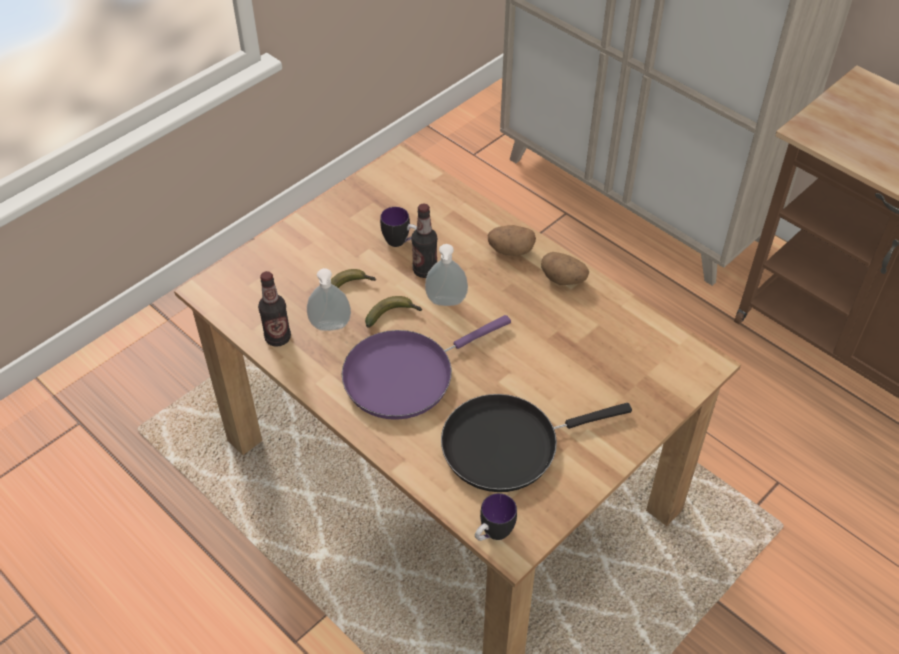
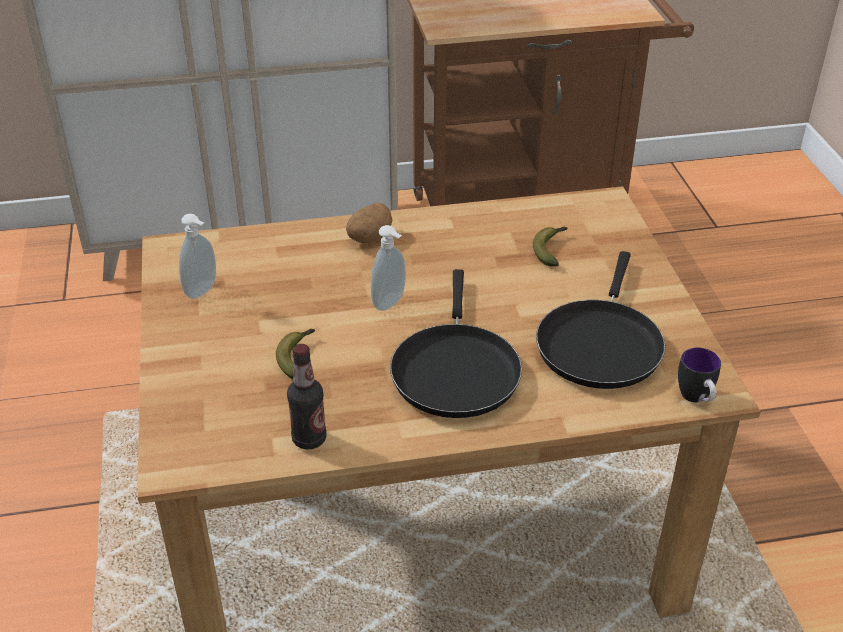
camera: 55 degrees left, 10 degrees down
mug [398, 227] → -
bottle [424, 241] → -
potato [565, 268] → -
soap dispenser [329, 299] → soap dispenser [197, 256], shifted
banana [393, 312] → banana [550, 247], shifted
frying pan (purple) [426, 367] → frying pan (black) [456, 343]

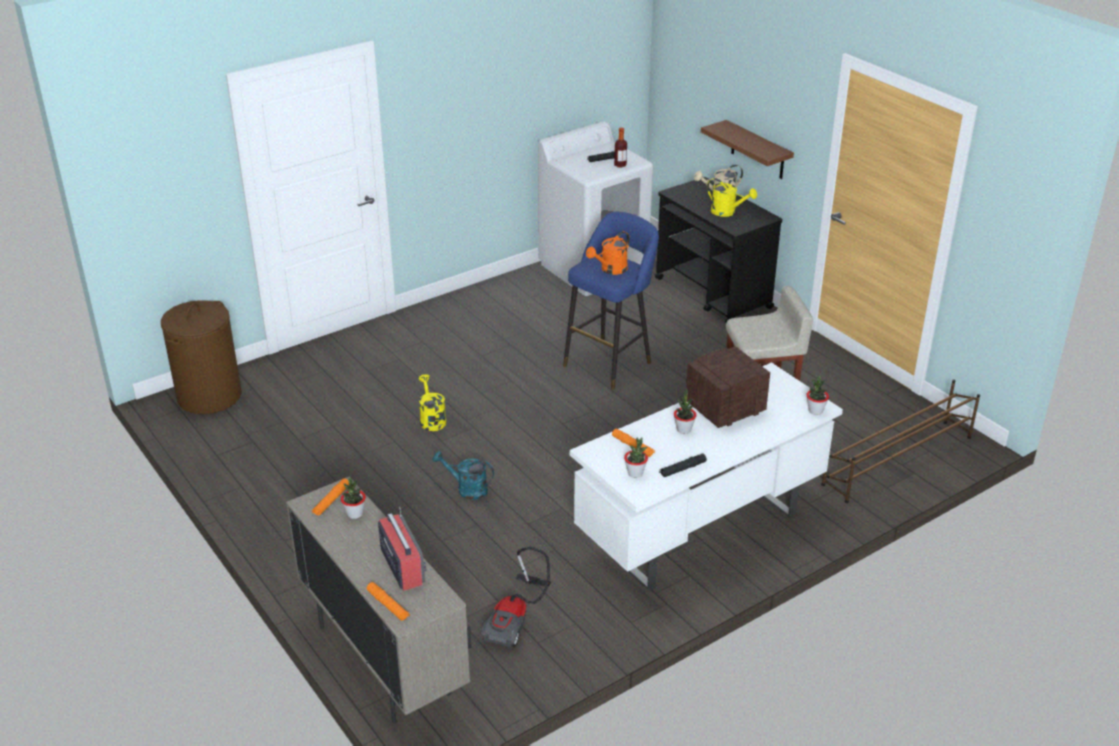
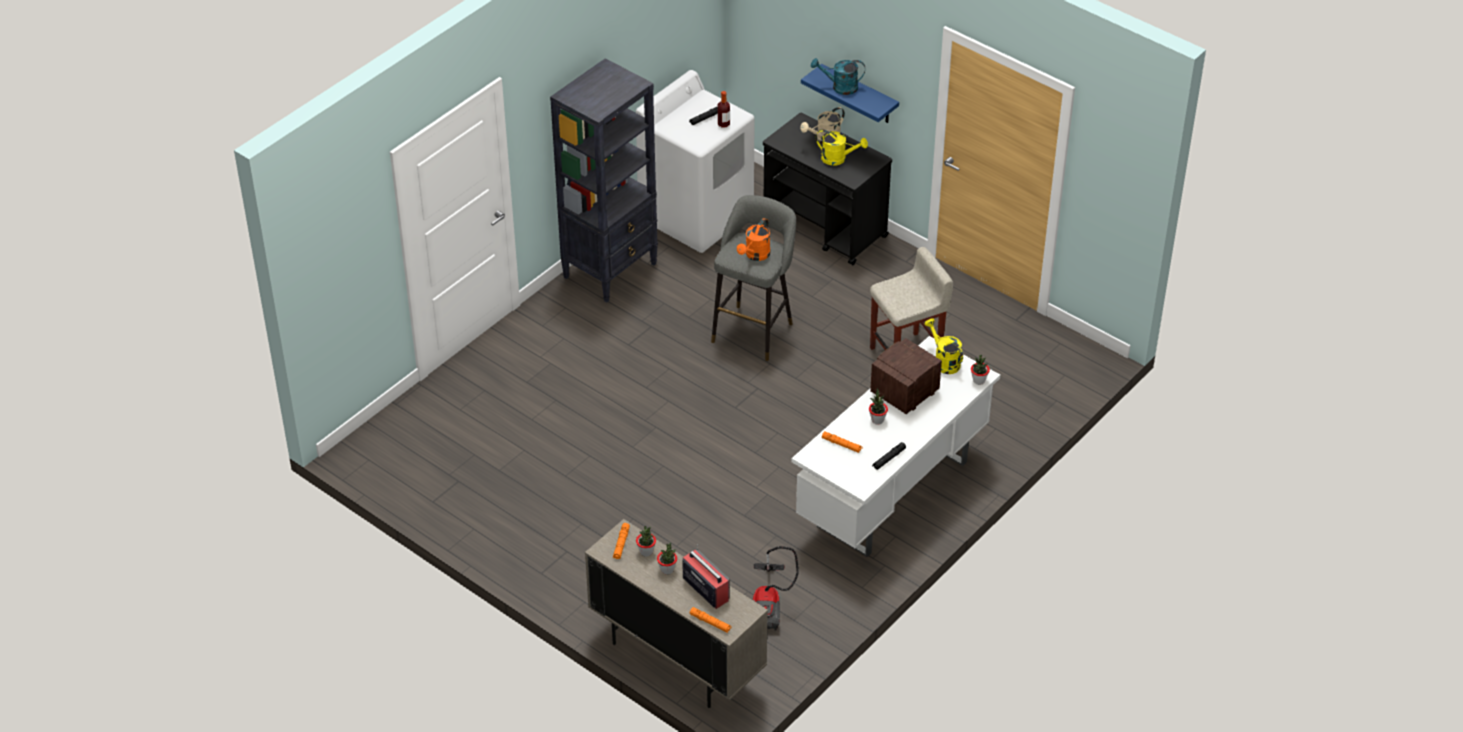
camera: 15 degrees left, 10 degrees up
laundry basket (brown) [201, 357] → -
shoe rack (brown) [900, 441] → -
- → bookcase (black) [604, 180]
watering can (yellow) [432, 402] → watering can (yellow) [943, 346], shifted
watering can (turquoise) [463, 475] → watering can (turquoise) [838, 76], shifted
potted plant [636, 457] → potted plant [667, 558], shifted
stool (blue) [611, 301] → stool (grey) [753, 278]
shelf (brown) [747, 149] → shelf (blue) [850, 93]

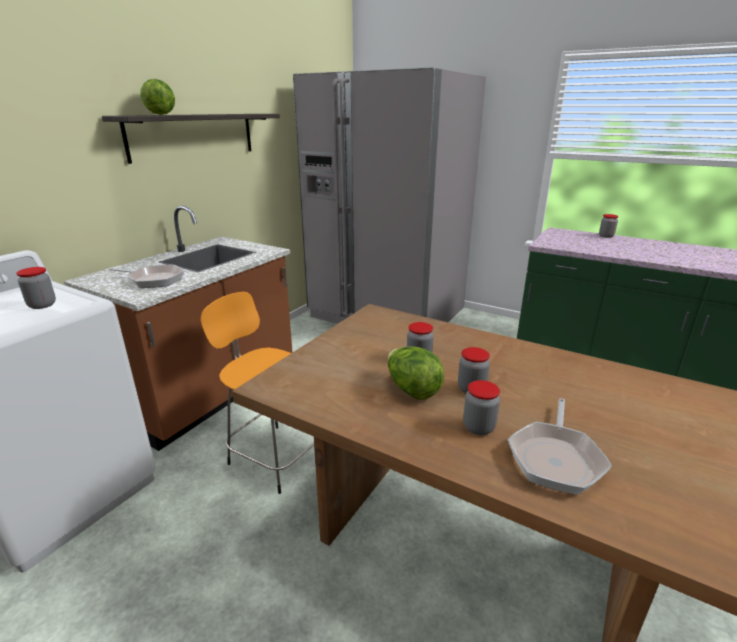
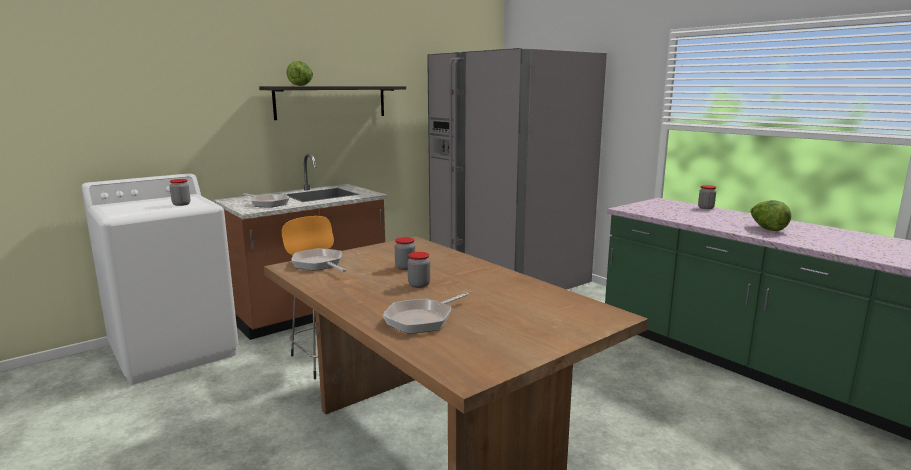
camera: 20 degrees right, 10 degrees down
jar [481, 407] → -
- → frying pan [318, 260]
lettuce [416, 373] → lettuce [770, 215], shifted

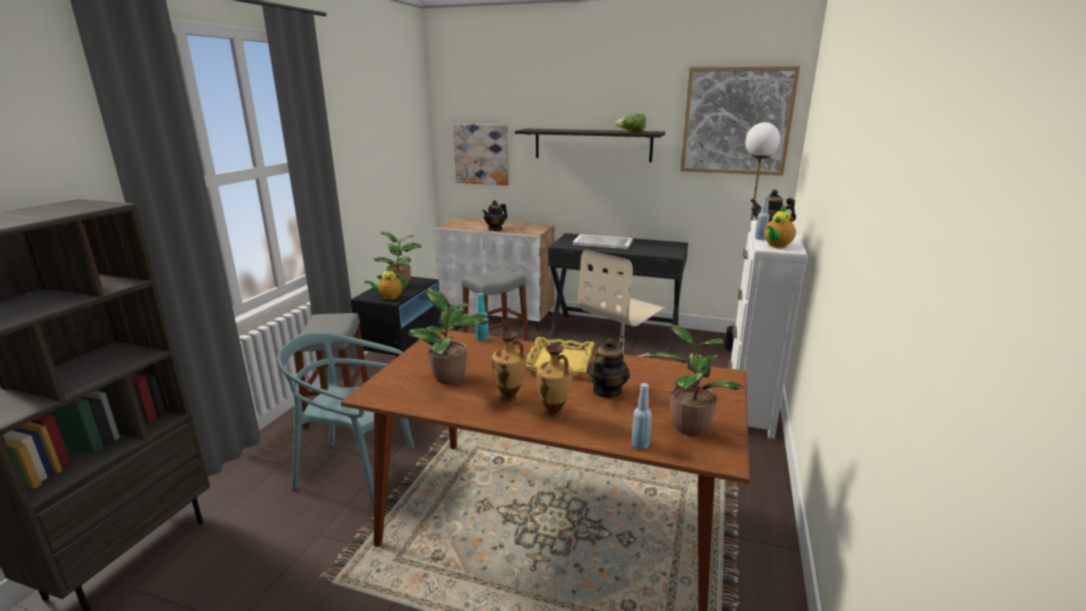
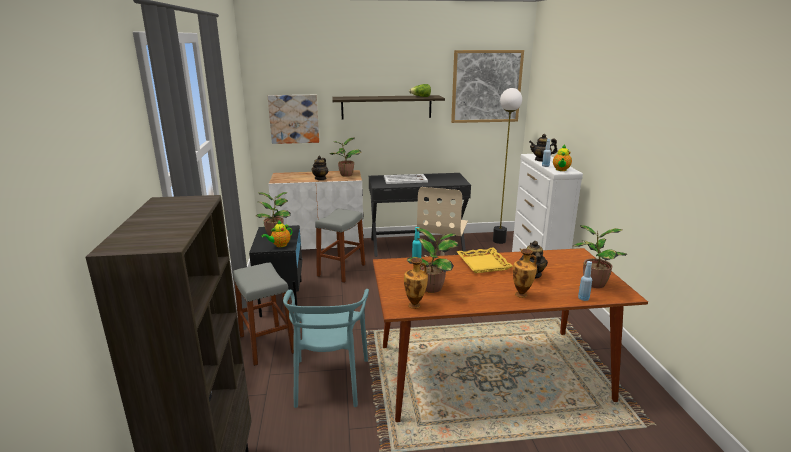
camera: 25 degrees left, 0 degrees up
- → potted plant [345, 157]
vase [509, 367] → vase [416, 283], shifted
chair (turquoise) [346, 419] → chair (turquoise) [326, 348], 75 degrees counterclockwise

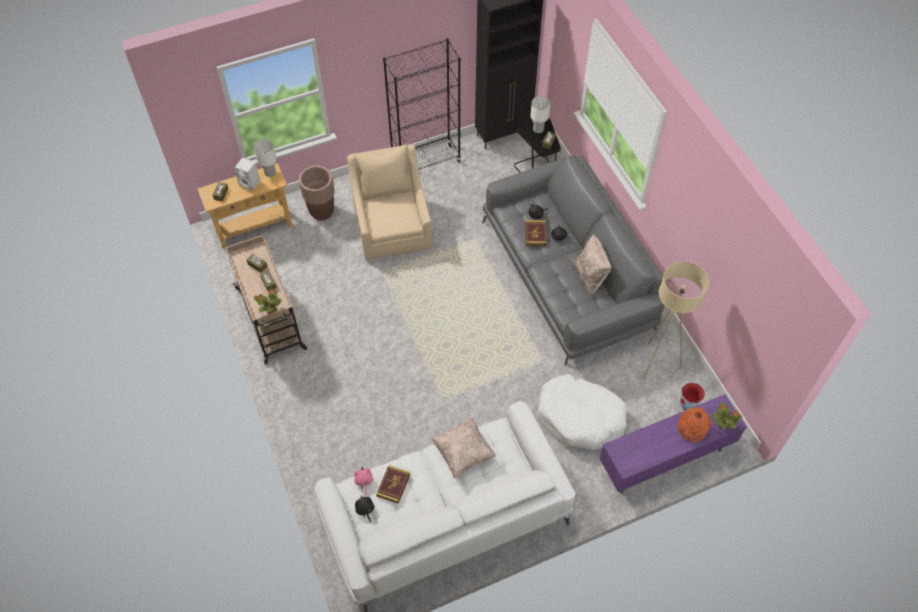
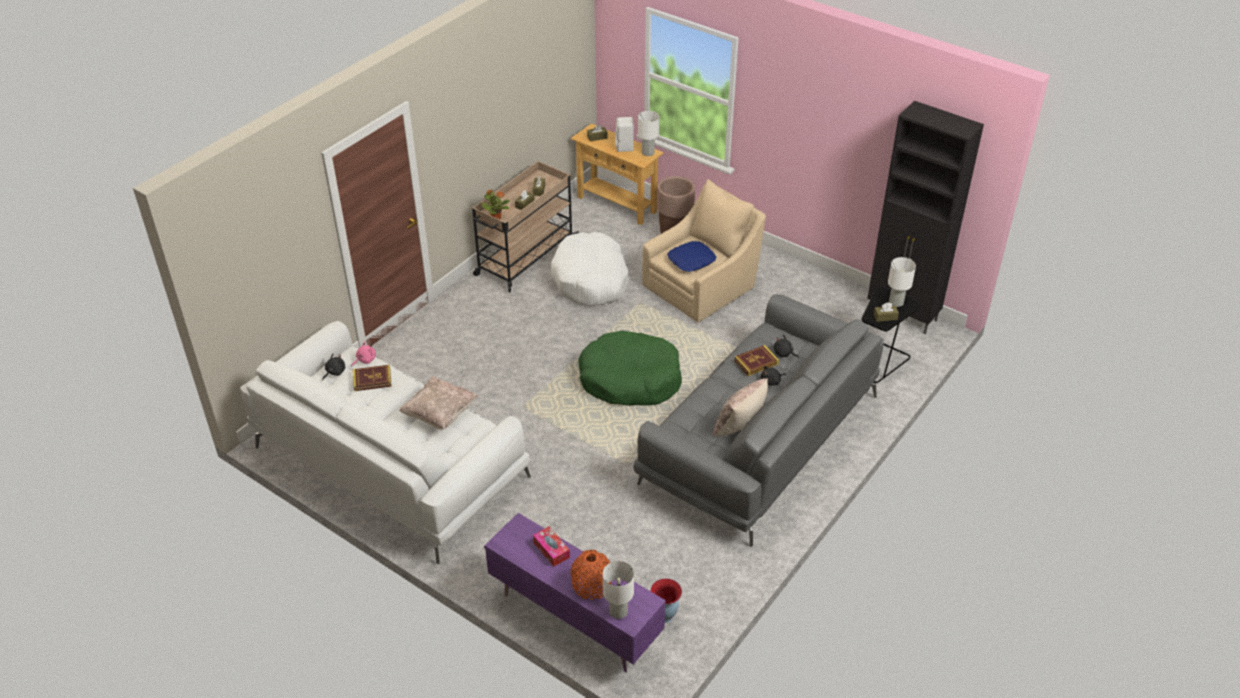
camera: 60 degrees right, 15 degrees down
bookcase (black) [422, 104] → -
floor lamp (beige) [676, 321] → -
- → tissue box [551, 547]
- → dog bed (green) [630, 368]
- → pillow (blue) [691, 256]
dog bed (white) [583, 412] → dog bed (white) [590, 269], shifted
potted plant [726, 416] → table lamp (white) [618, 590]

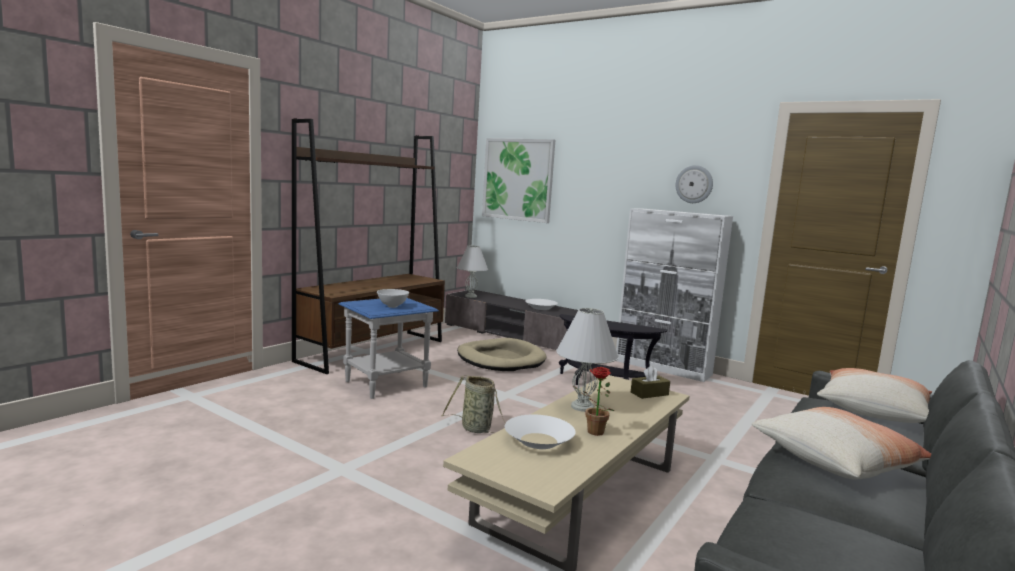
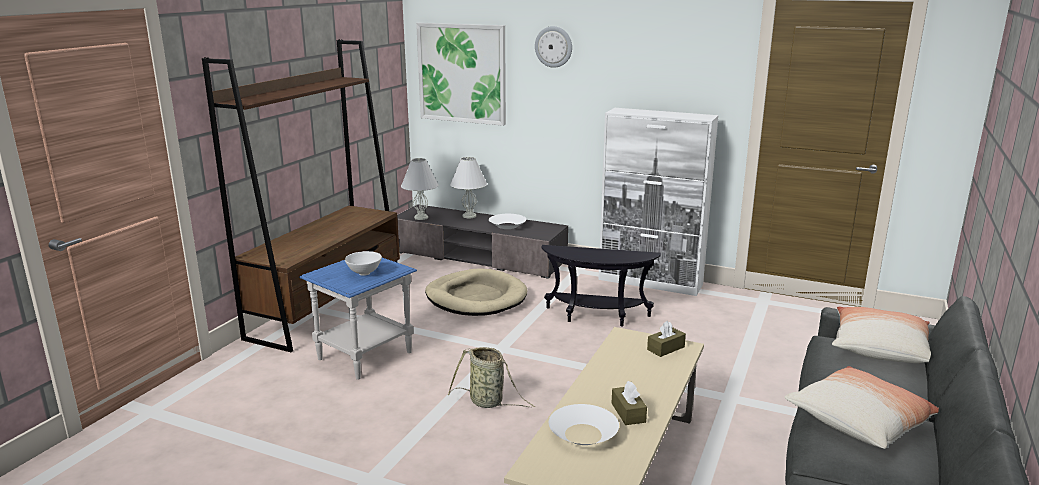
camera: 10 degrees left, 10 degrees up
table lamp (white) [587, 360] → table lamp (white) [468, 187], shifted
wall clock [694, 184] → wall clock [553, 47], shifted
potted plant [593, 401] → tissue box (brown) [629, 403]

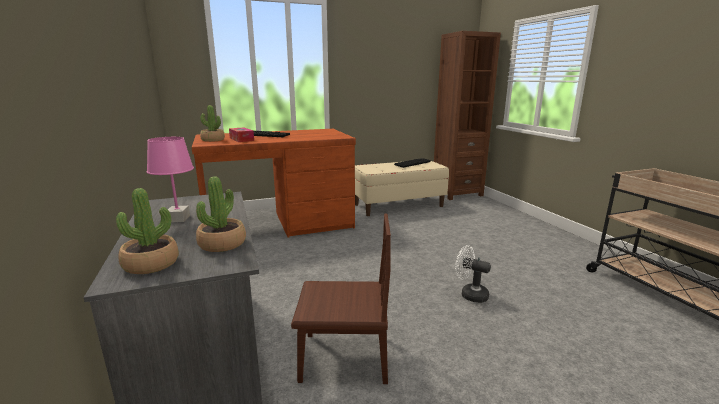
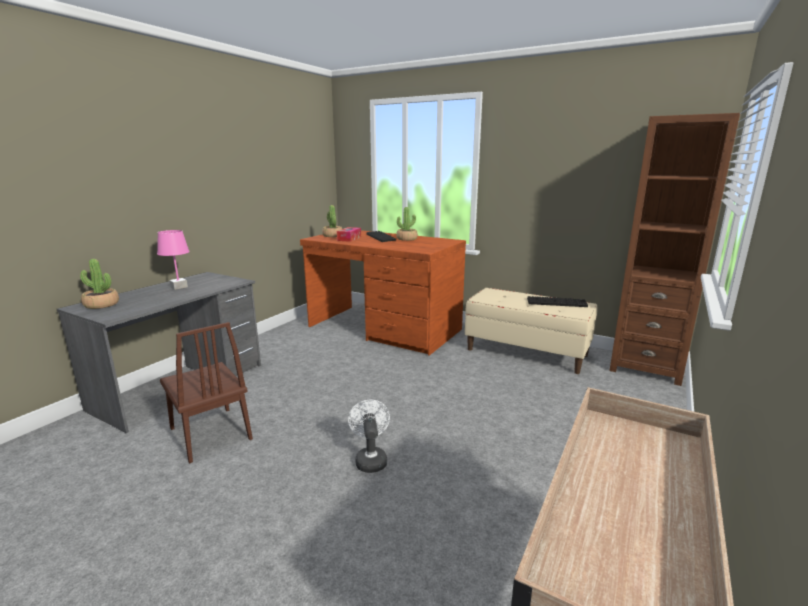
camera: 50 degrees right, 0 degrees up
potted plant [221, 214] → potted plant [407, 224], shifted

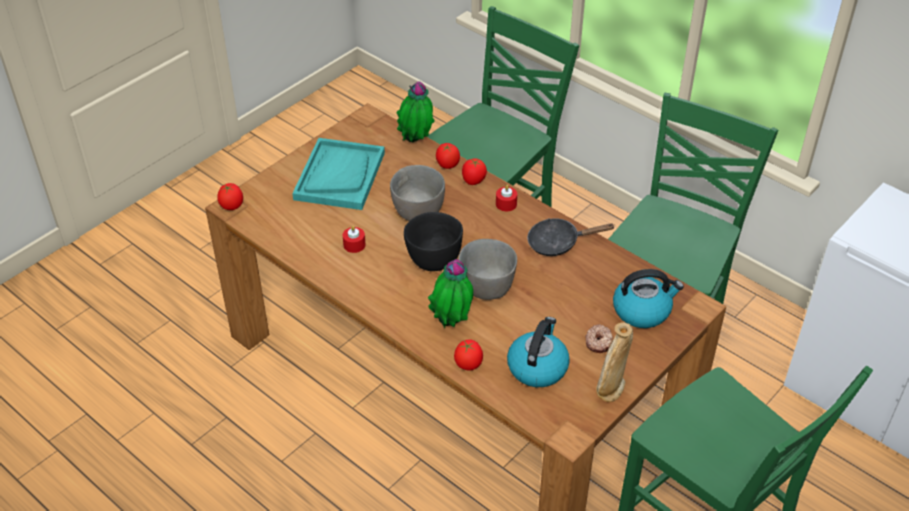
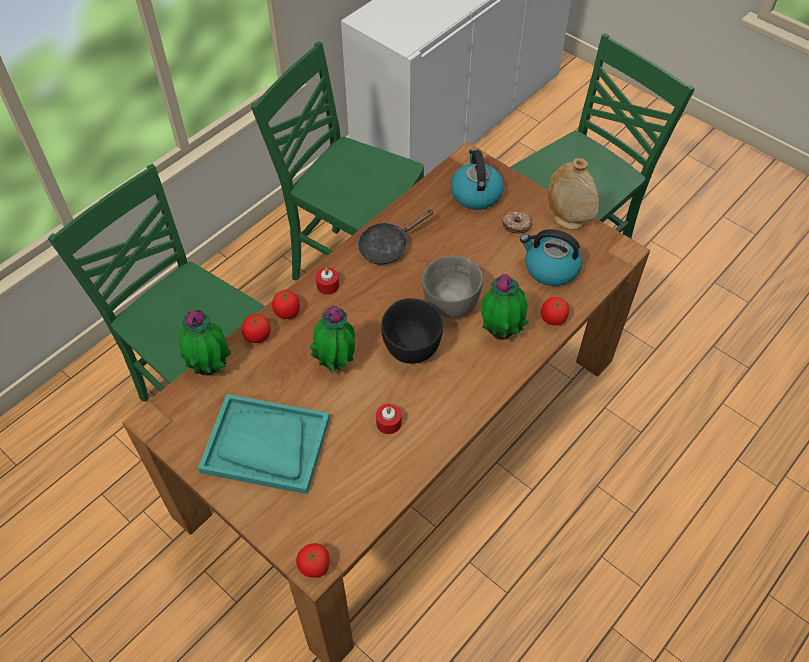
camera: 90 degrees left, 10 degrees up
bowl (grey) [417, 193] → potted plant [332, 340]
frying pan (black) [570, 237] → frying pan (black) [396, 237], 60 degrees clockwise

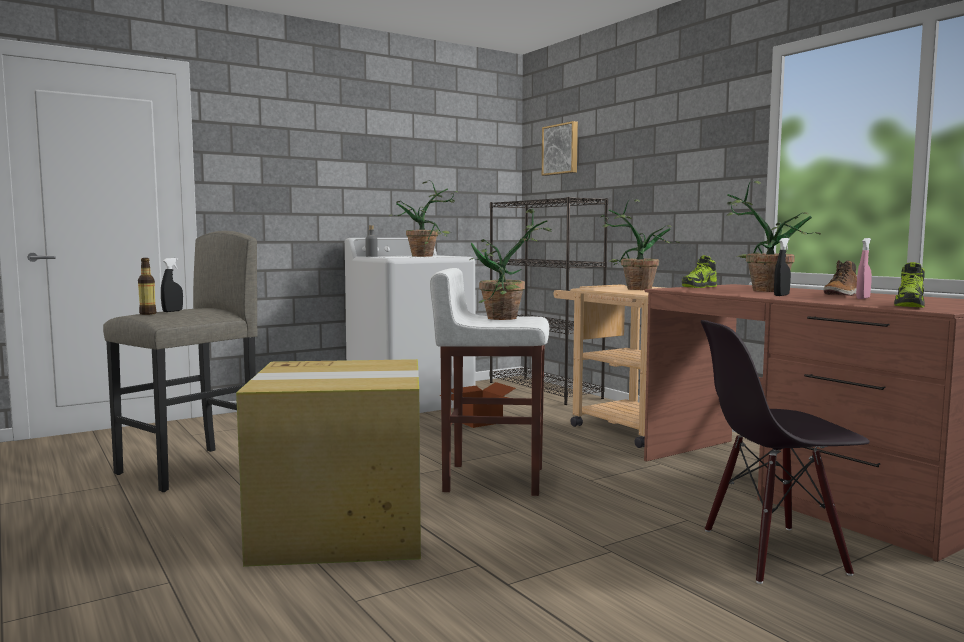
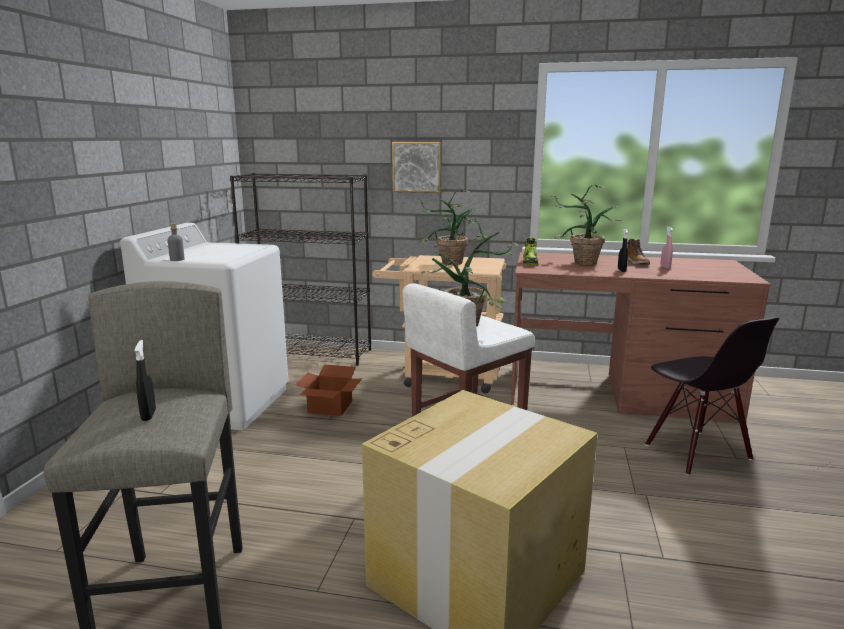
camera: 45 degrees left, 10 degrees up
bottle [147, 286] → -
potted plant [424, 219] → -
shoe [909, 284] → -
picture [560, 148] → picture [417, 167], shifted
chair (black) [785, 452] → chair (black) [712, 396], 60 degrees counterclockwise

